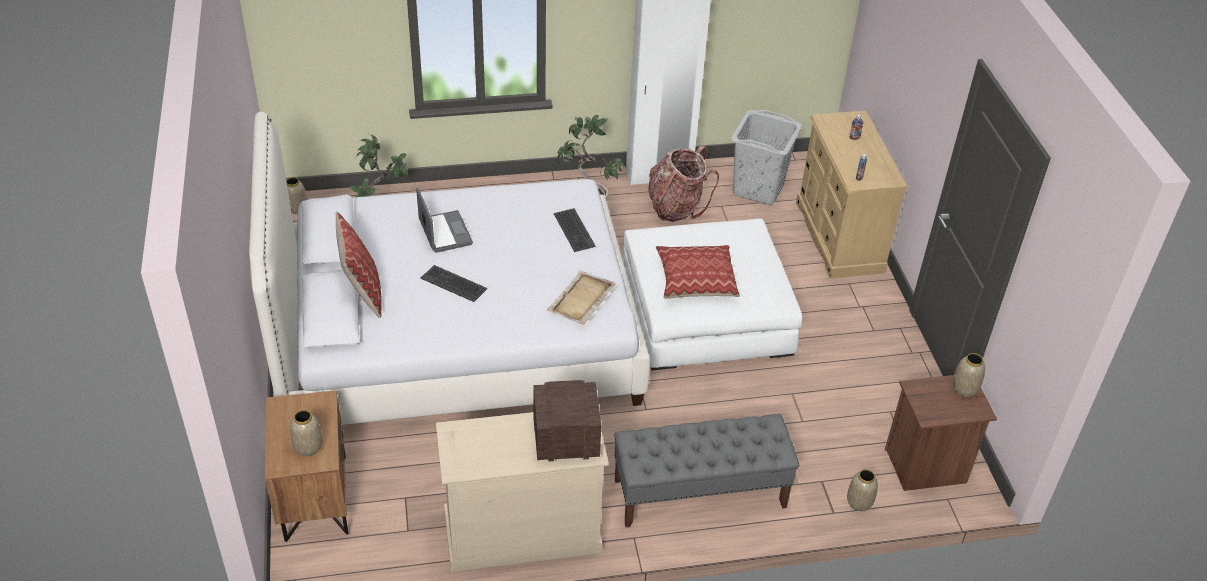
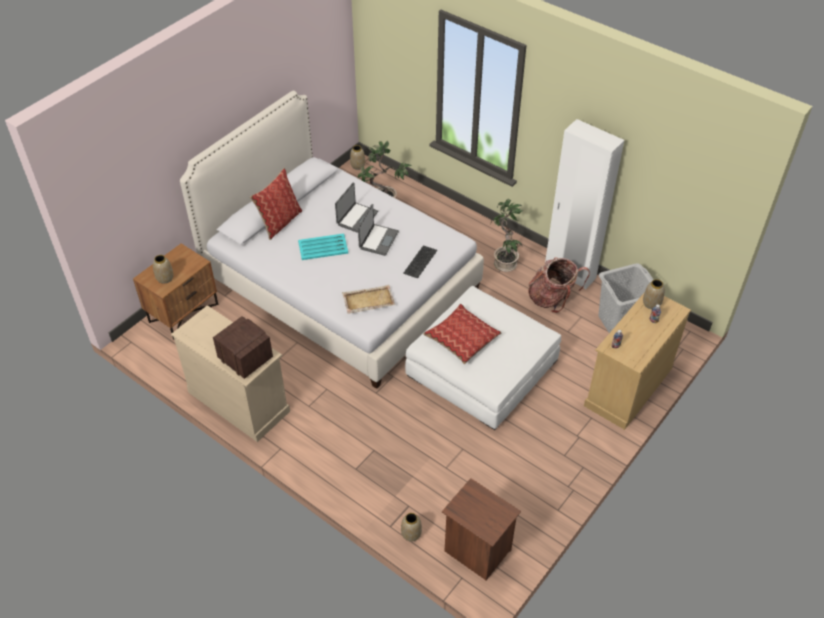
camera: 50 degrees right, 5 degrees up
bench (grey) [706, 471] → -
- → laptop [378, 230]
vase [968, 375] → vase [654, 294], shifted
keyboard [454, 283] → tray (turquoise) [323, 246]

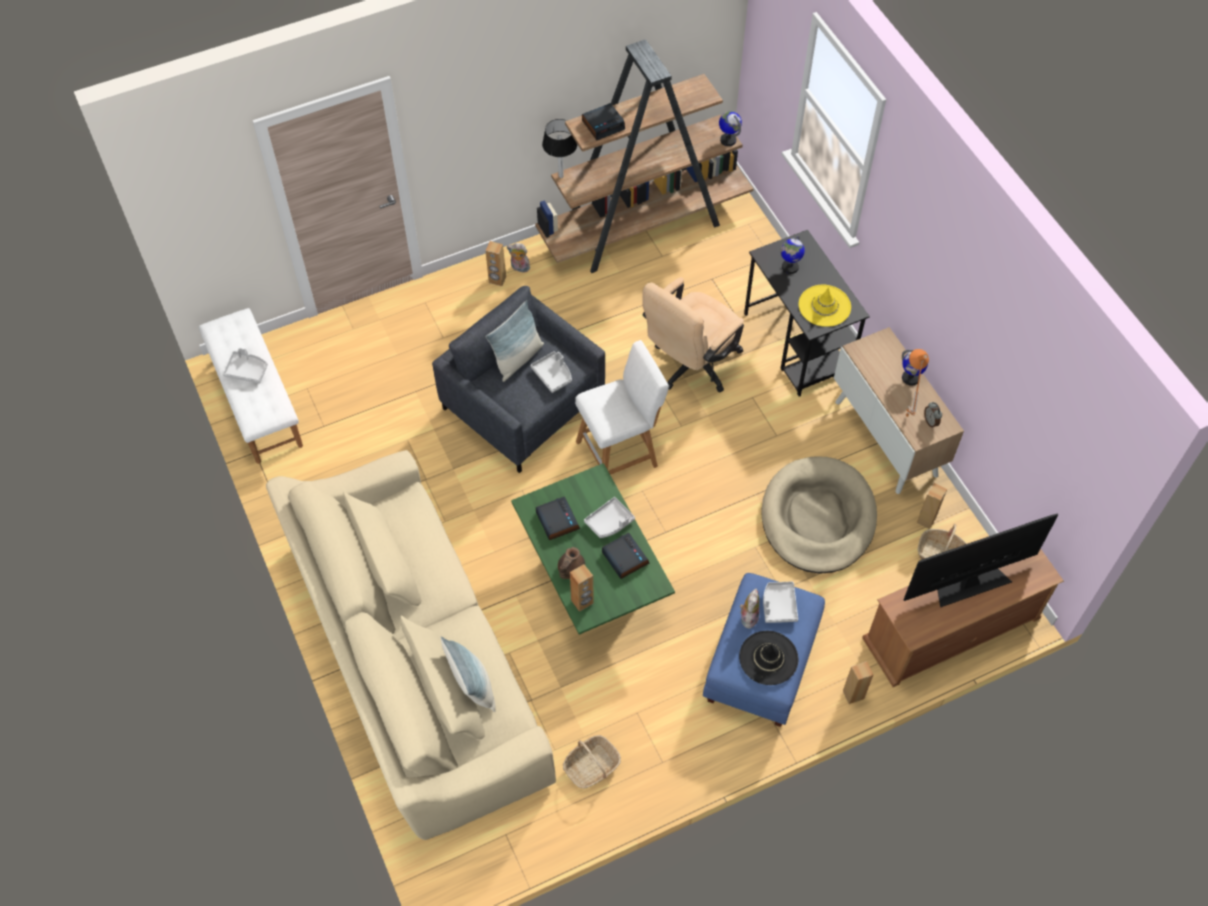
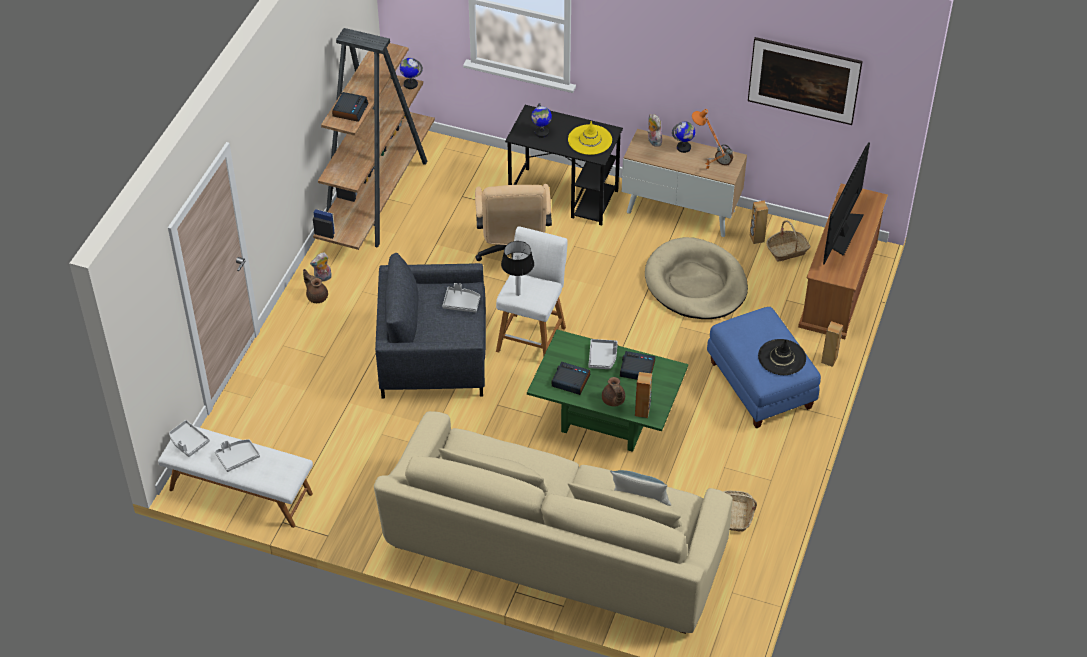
camera: 45 degrees left, 10 degrees down
pillow [514, 341] → -
- → picture [805, 81]
table lamp [559, 148] → table lamp [517, 268], shifted
plush toy [749, 609] → plush toy [654, 130], shifted
tray (grey) [780, 602] → tray (grey) [189, 438], shifted
speaker (brown) [495, 263] → teapot (brown) [315, 286]

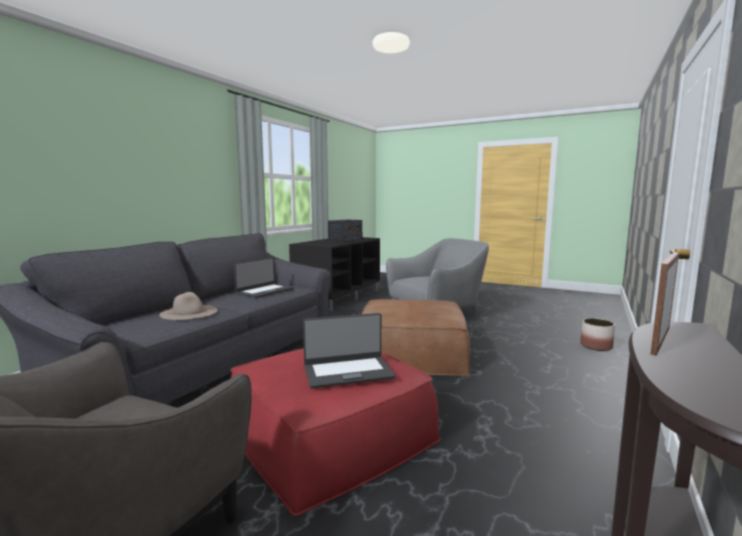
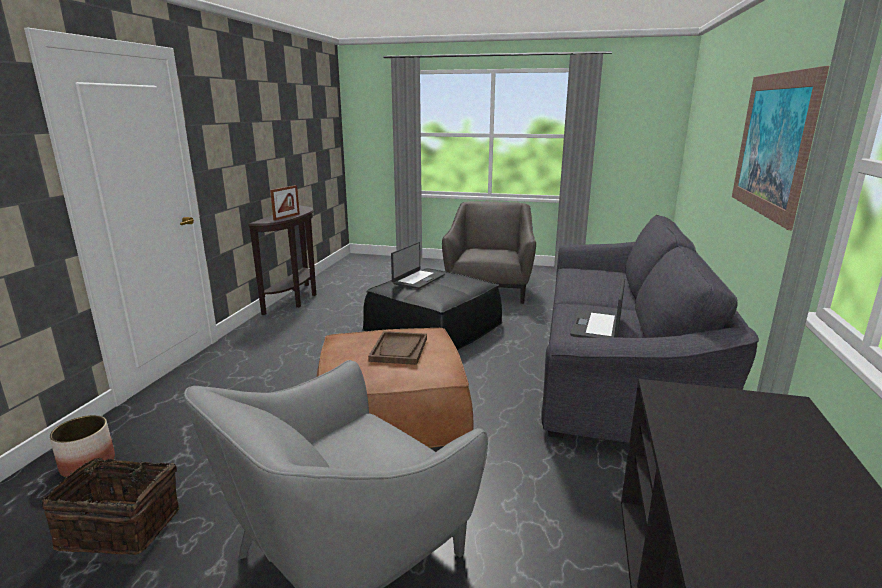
camera: 165 degrees right, 10 degrees up
hat (beige) [188, 306] → -
radio [345, 231] → -
- → basket [110, 503]
- → tray (brown) [397, 348]
- → picture [780, 148]
ottoman (red) [335, 432] → ottoman (black) [432, 309]
laptop [349, 350] → laptop [418, 265], 150 degrees clockwise

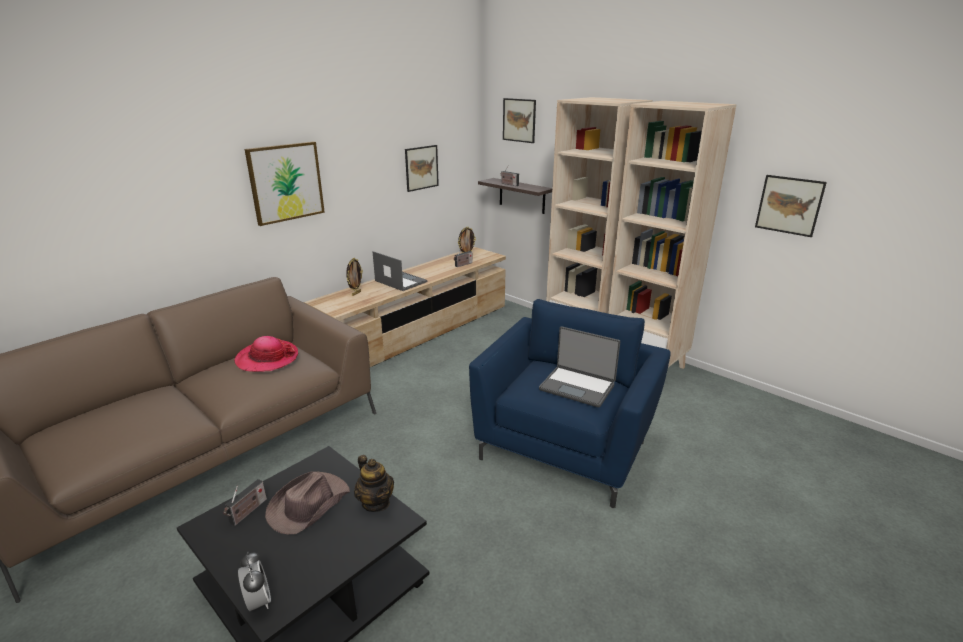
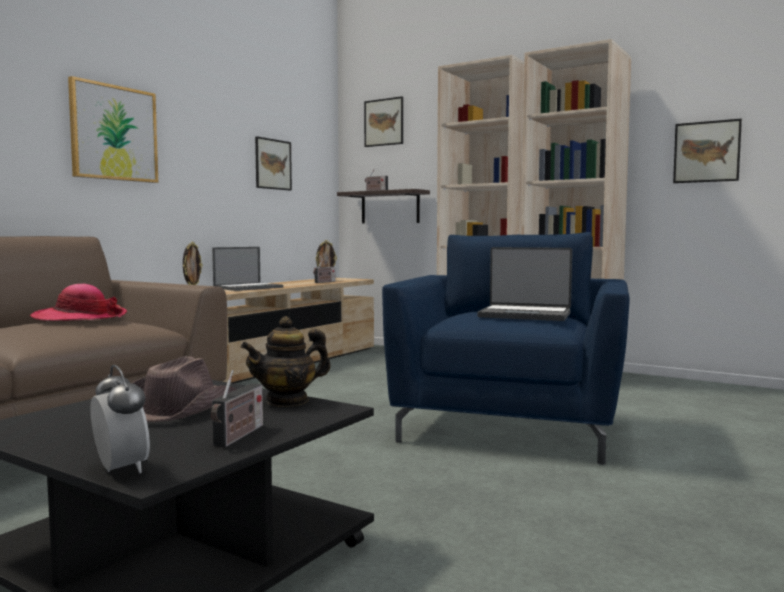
camera: 10 degrees left, 20 degrees down
radio [245, 502] → radio [237, 408], shifted
teapot [374, 483] → teapot [286, 361], 105 degrees clockwise
laptop [400, 271] → laptop [247, 269], 105 degrees clockwise

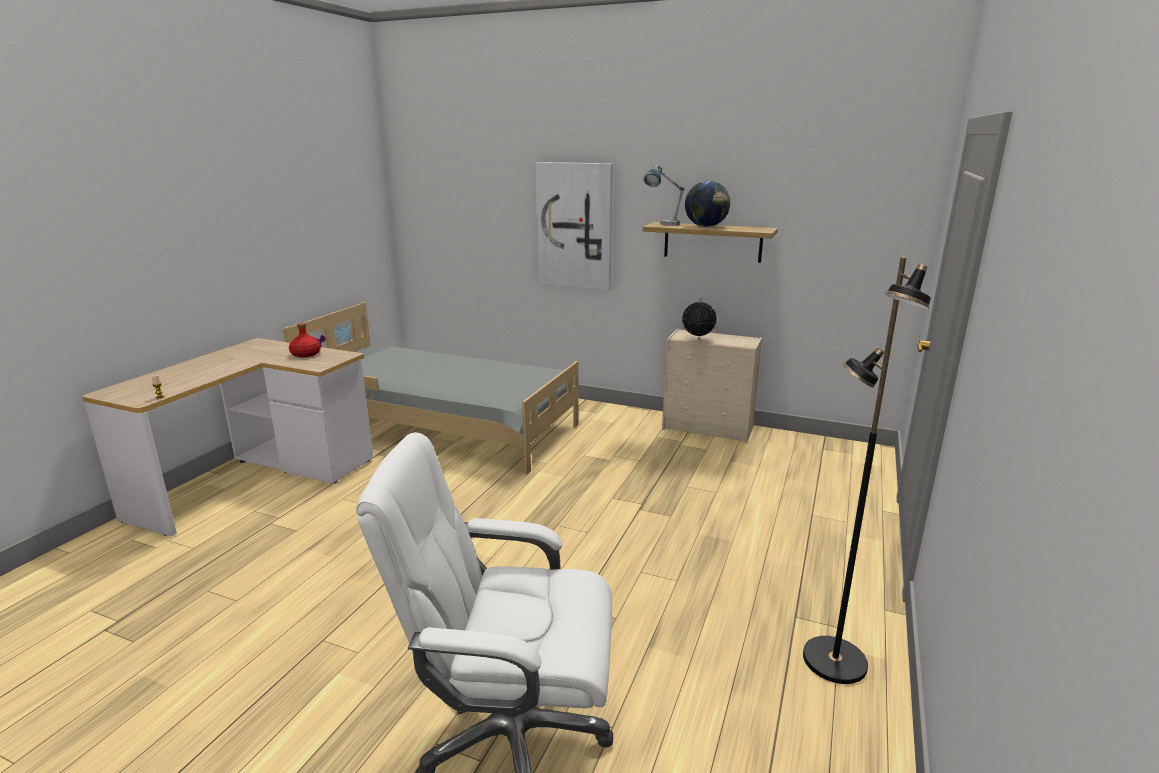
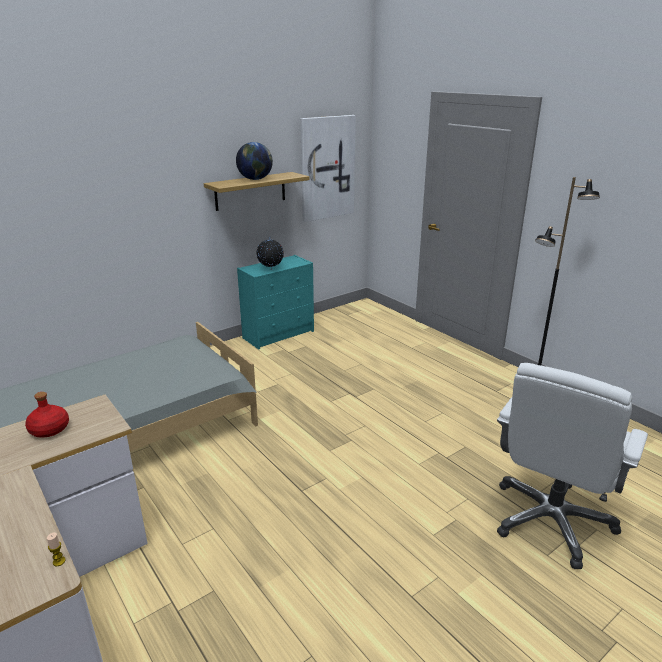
camera: 60 degrees left, 5 degrees up
table lamp [664, 195] → -
picture [574, 226] → picture [328, 168], shifted
dresser (beige) [712, 386] → dresser (turquoise) [275, 302]

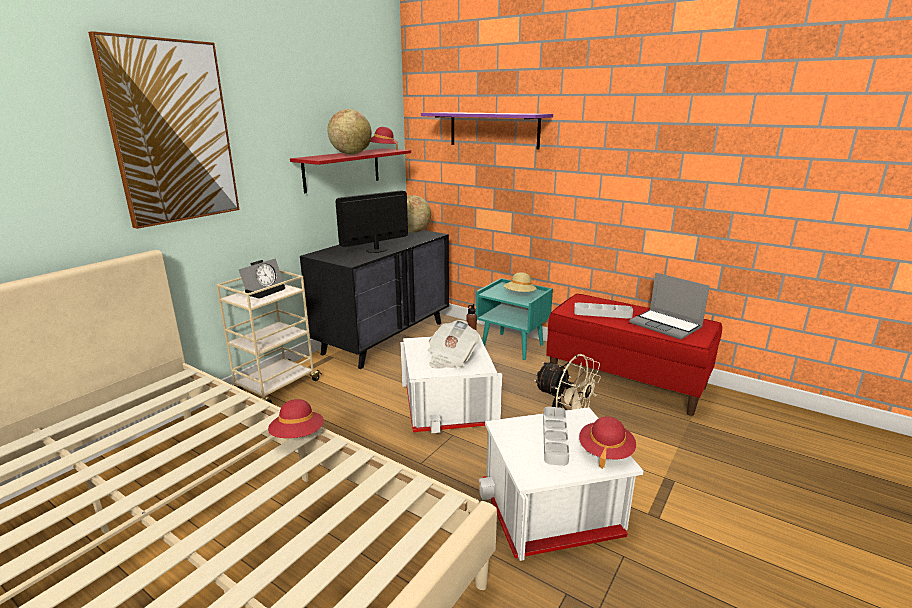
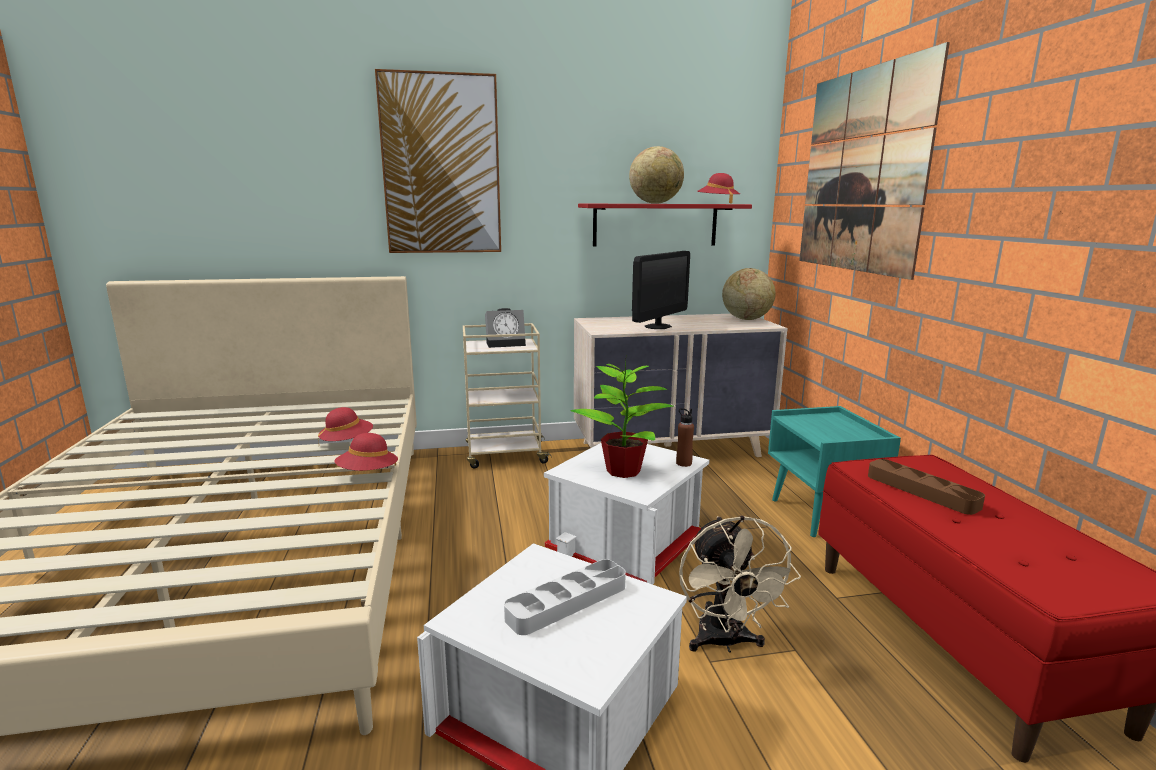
camera: 45 degrees right, 5 degrees down
hat (beige) [520, 282] → -
laptop [669, 306] → -
hat (red) [607, 443] → hat (red) [345, 425], shifted
shelf (purple) [487, 131] → picture [874, 161]
newspaper [453, 344] → potted plant [622, 417]
dresser (black) [374, 299] → dresser (beige) [681, 385]
tray (grey) [603, 310] → tray (brown) [926, 487]
monitor [372, 221] → monitor [661, 290], 120 degrees clockwise

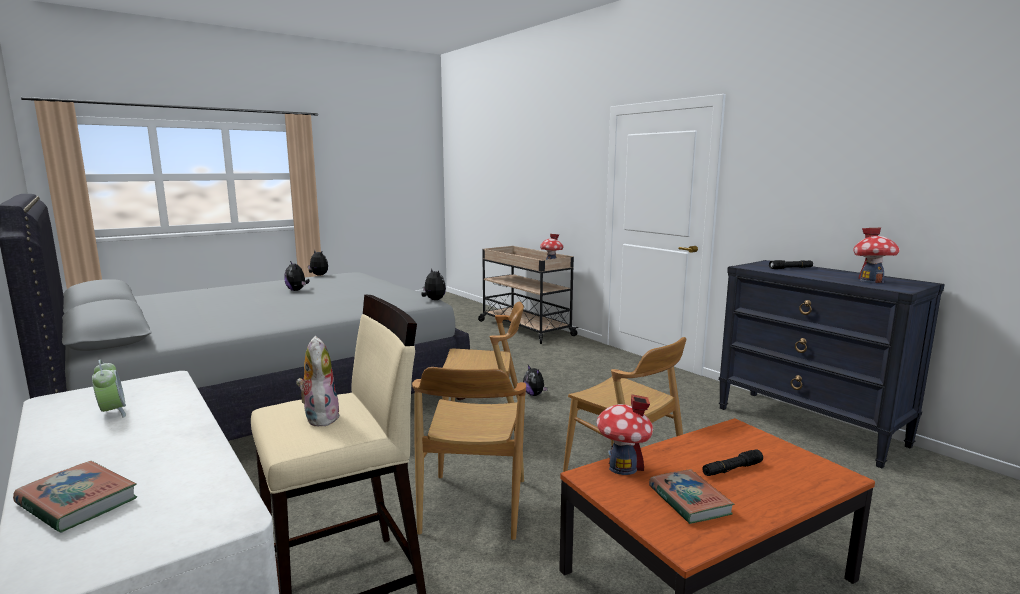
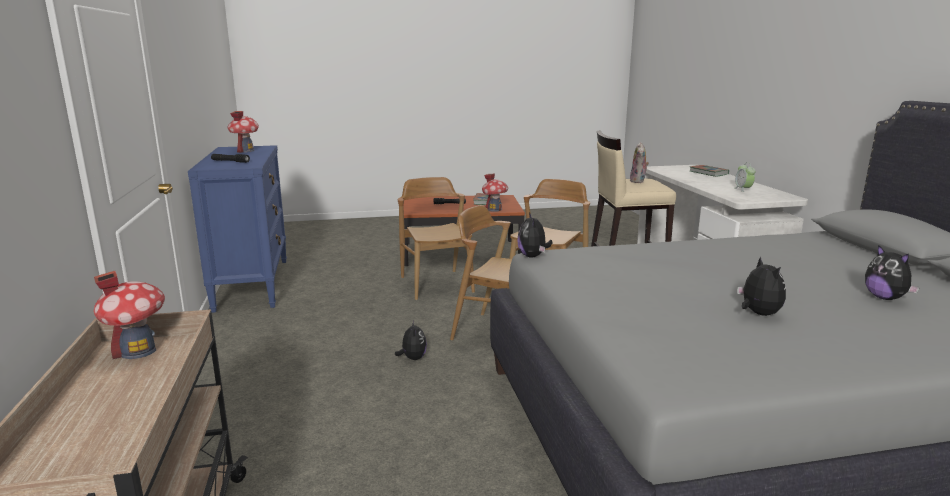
camera: 155 degrees left, 5 degrees up
plush toy [318, 263] → plush toy [892, 272], shifted
dresser (black) [832, 364] → dresser (blue) [237, 229]

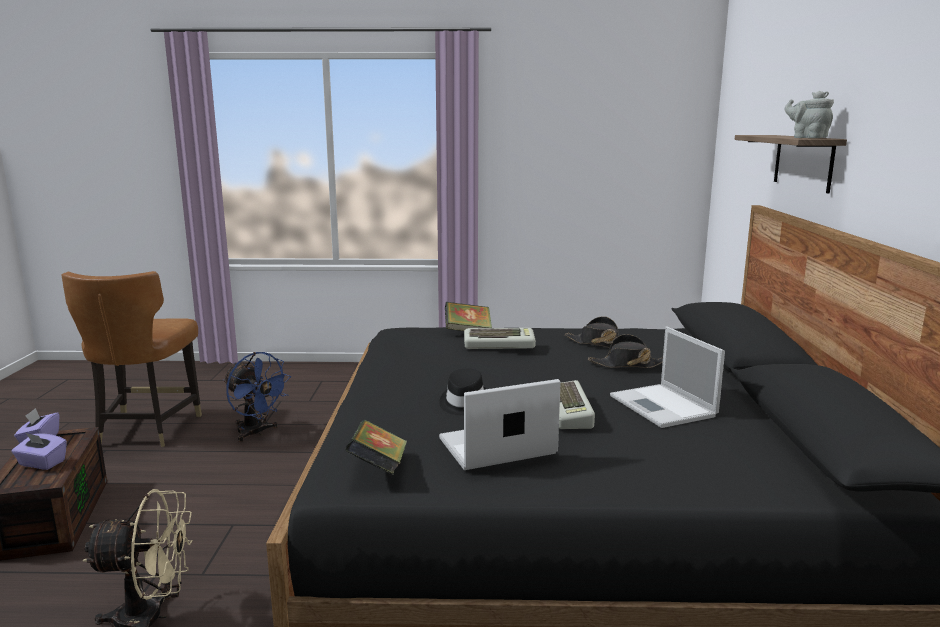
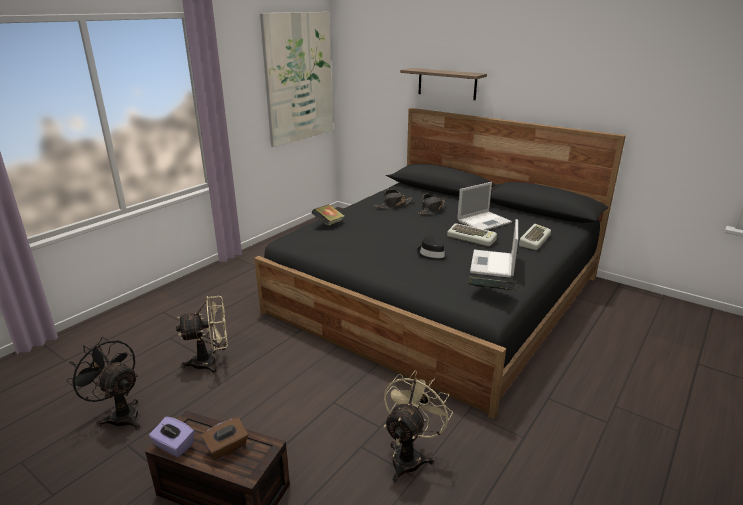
camera: 55 degrees left, 10 degrees up
teapot (grey) [809, 114] → -
- → picture [296, 79]
keyboard [500, 338] → keyboard [535, 237], shifted
chair (brown) [132, 359] → fan (black) [103, 383]
tissue box (purple) [39, 451] → tissue box (brown) [224, 439]
fan (blue) [257, 397] → fan (beige) [202, 334]
laptop [667, 377] → laptop [484, 206], 45 degrees counterclockwise

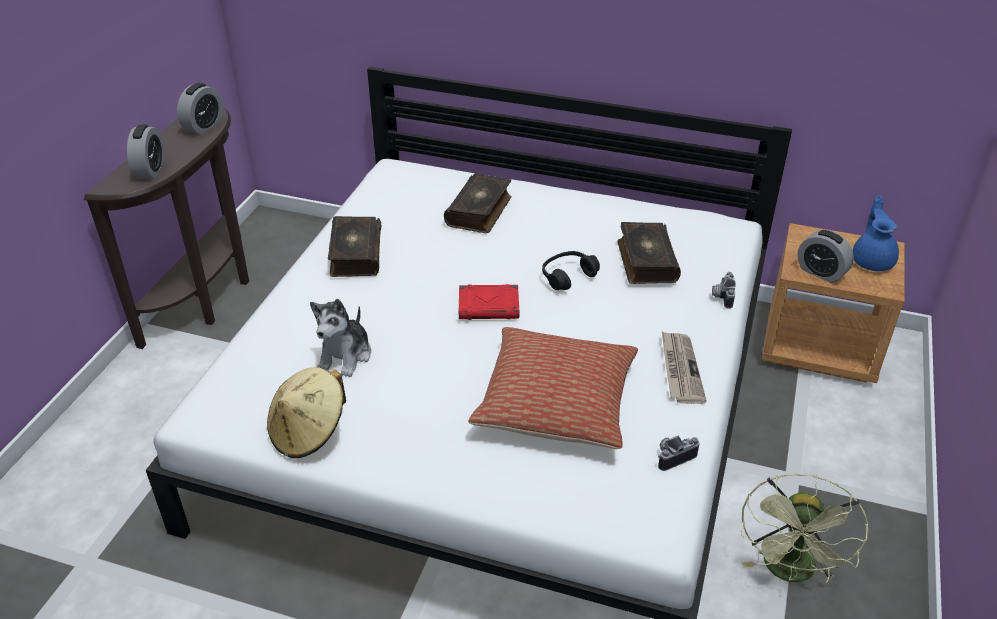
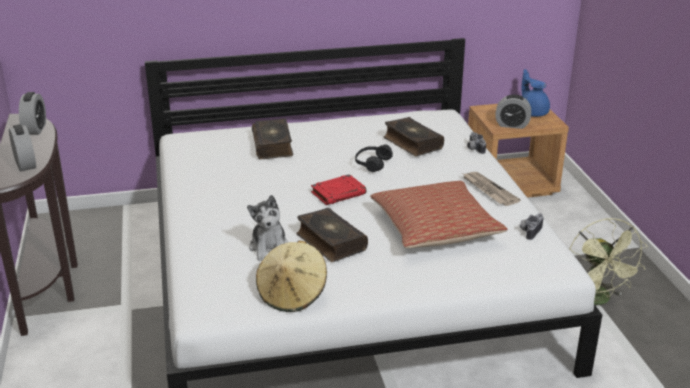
camera: 30 degrees left, 10 degrees down
book [354, 246] → book [332, 235], shifted

